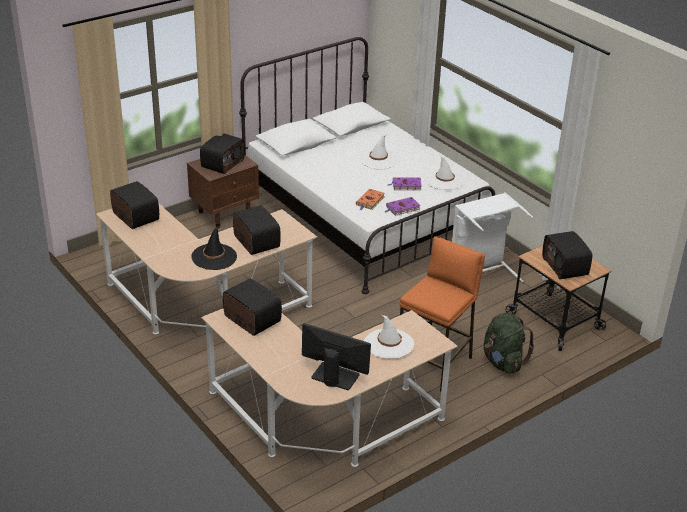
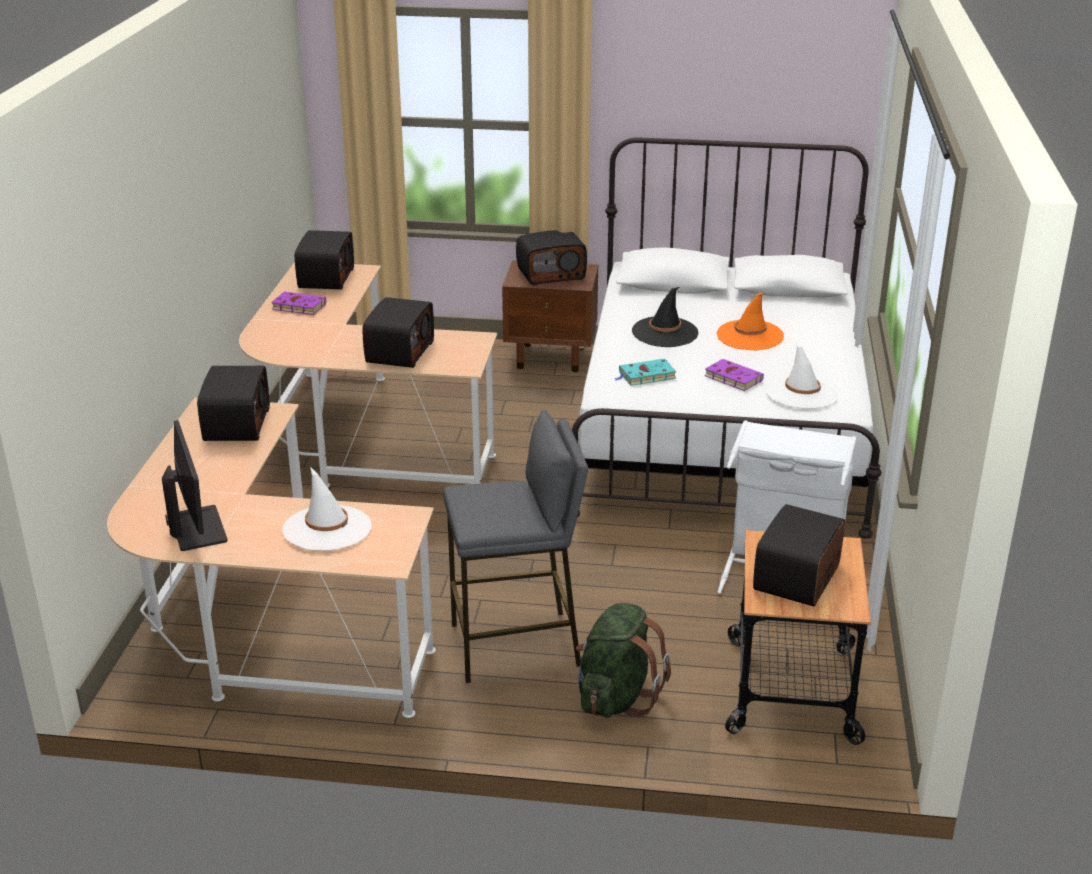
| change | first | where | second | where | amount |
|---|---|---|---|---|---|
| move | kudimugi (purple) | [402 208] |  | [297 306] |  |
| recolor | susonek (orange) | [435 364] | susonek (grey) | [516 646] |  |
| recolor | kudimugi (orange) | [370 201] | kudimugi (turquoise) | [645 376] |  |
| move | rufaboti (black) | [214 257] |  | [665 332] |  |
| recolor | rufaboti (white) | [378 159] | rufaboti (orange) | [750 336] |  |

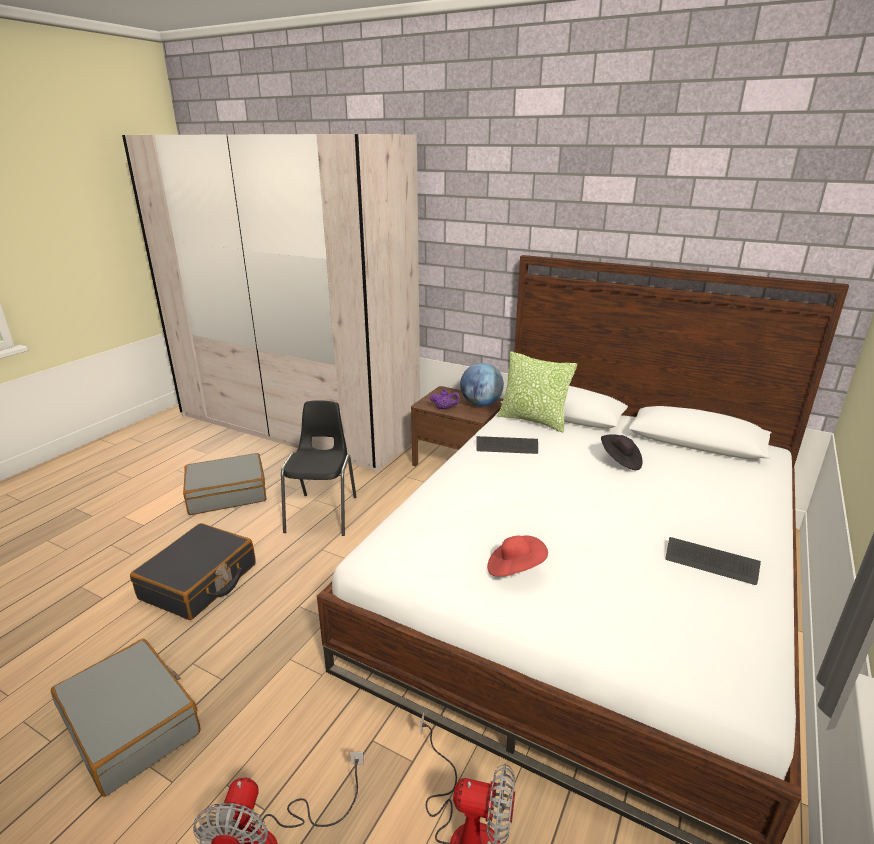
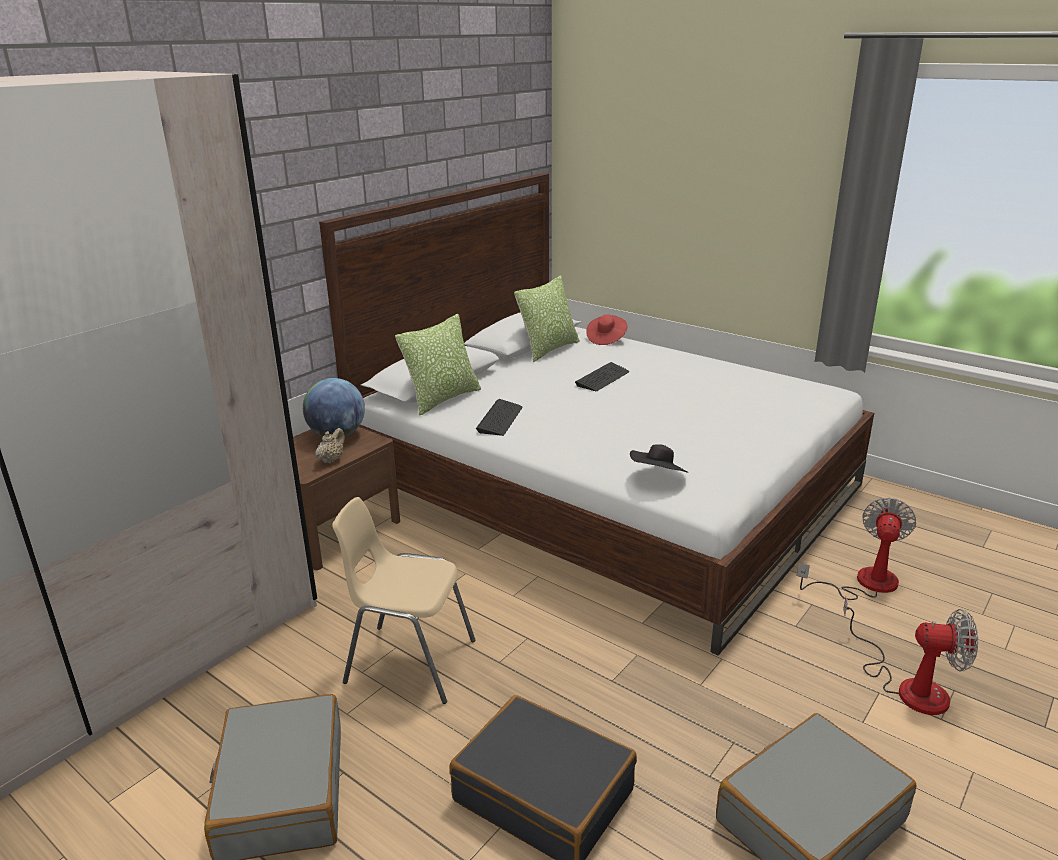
| change | first | where | second | where | amount |
|---|---|---|---|---|---|
| recolor | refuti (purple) | [444 408] | refuti (beige) | [331 459] |  |
| recolor | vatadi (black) | [323 514] | vatadi (beige) | [409 661] |  |
| insert |  |  | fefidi | [548 349] |  |
| move | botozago | [711 562] |  | [602 378] |  |
| move | rufaboti (red) | [515 568] |  | [606 339] |  |
| move | rufaboti (black) | [620 461] |  | [658 476] |  |

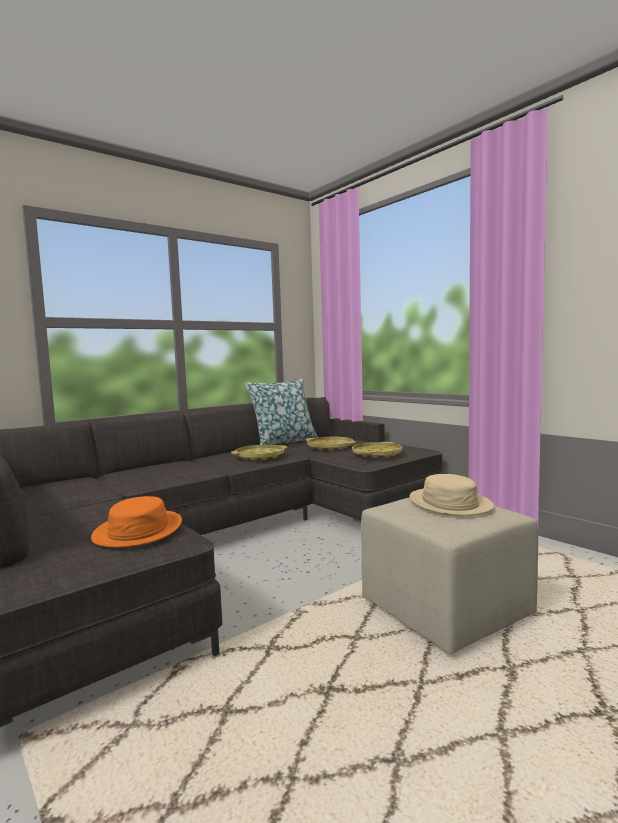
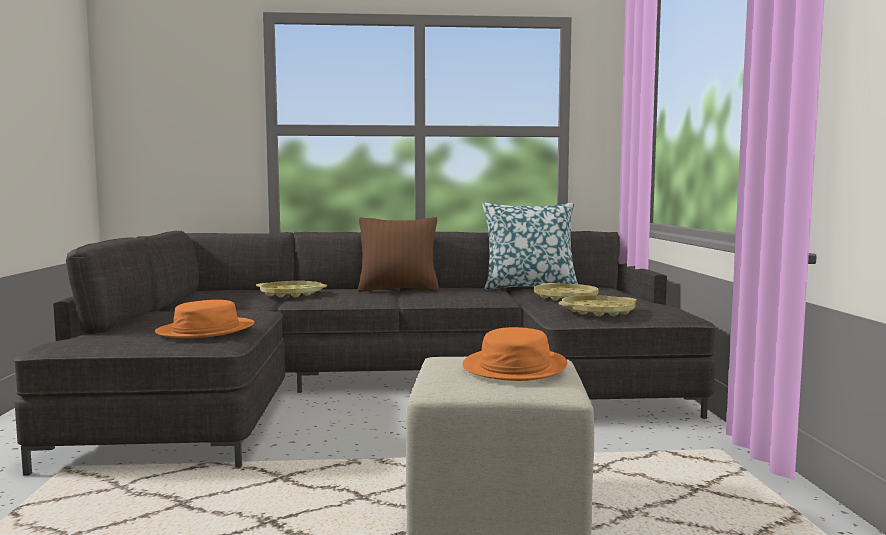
| change | first | where | second | where | amount |
|---|---|---|---|---|---|
| move | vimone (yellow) | [260 456] |  | [291 294] |  |
| insert |  |  | fefidi (brown) | [398 290] |  |
| recolor | rufaboti (beige) | [449 503] | rufaboti (orange) | [514 366] |  |

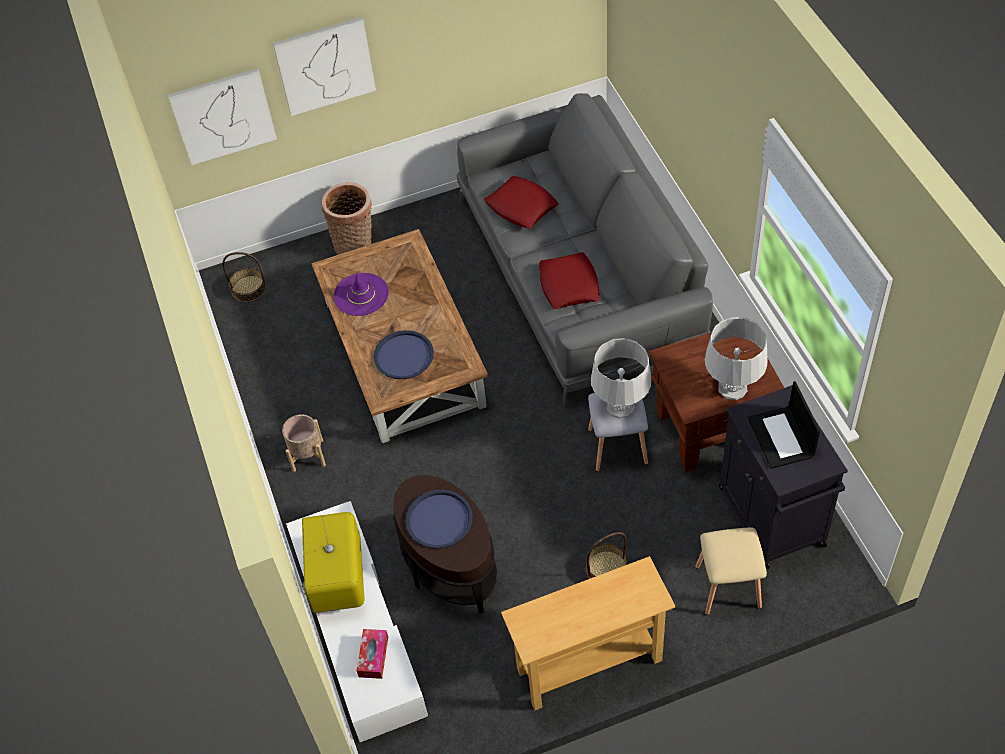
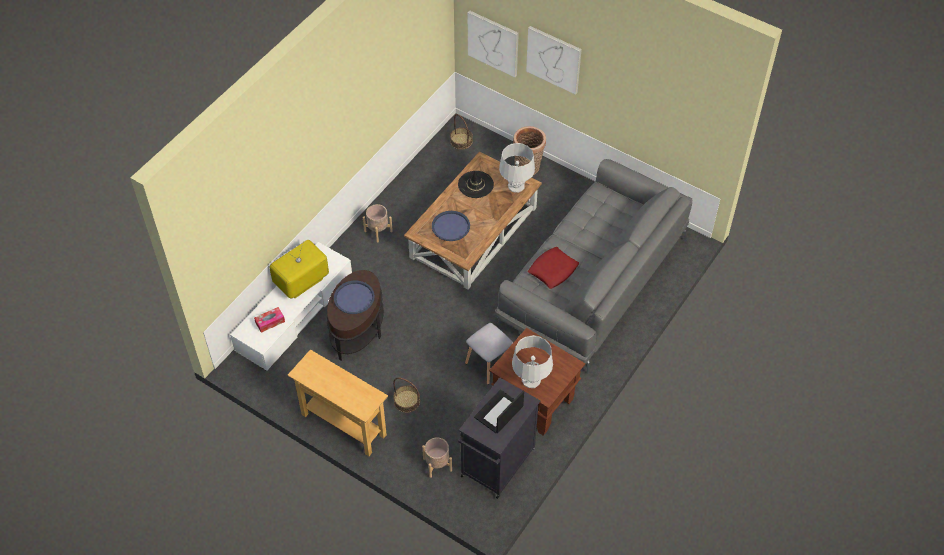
| change | first | where | second | where | amount |
|---|---|---|---|---|---|
| replace | susonek (beige) | [729 586] | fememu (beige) | [437 464] |  |
| recolor | rufaboti (purple) | [361 294] | rufaboti (black) | [475 184] |  |
| move | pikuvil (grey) | [620 406] |  | [516 186] |  |
| delete | fefidi (red) | [521 207] |  |  |  |

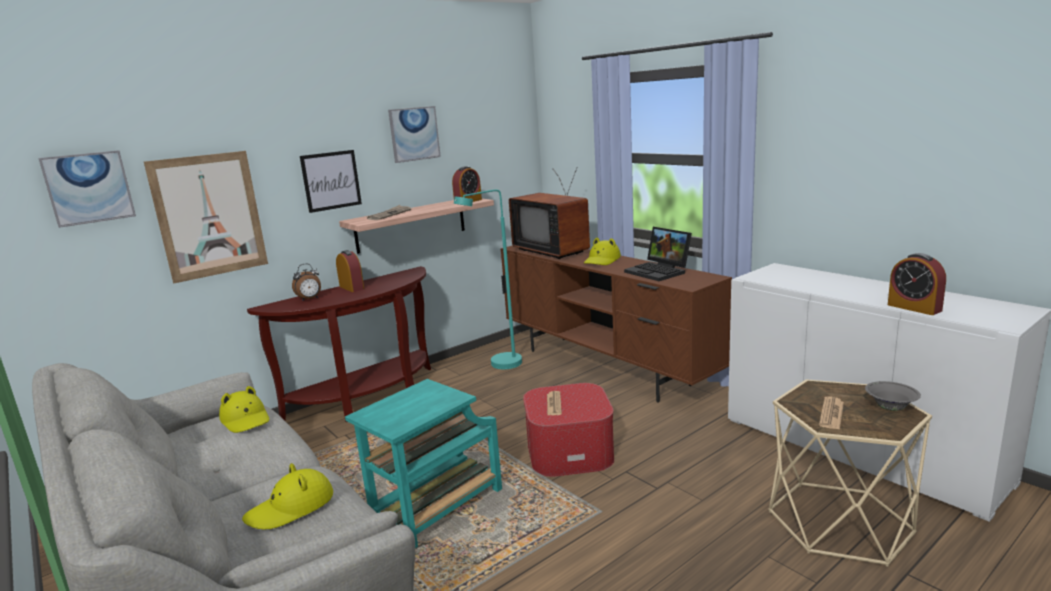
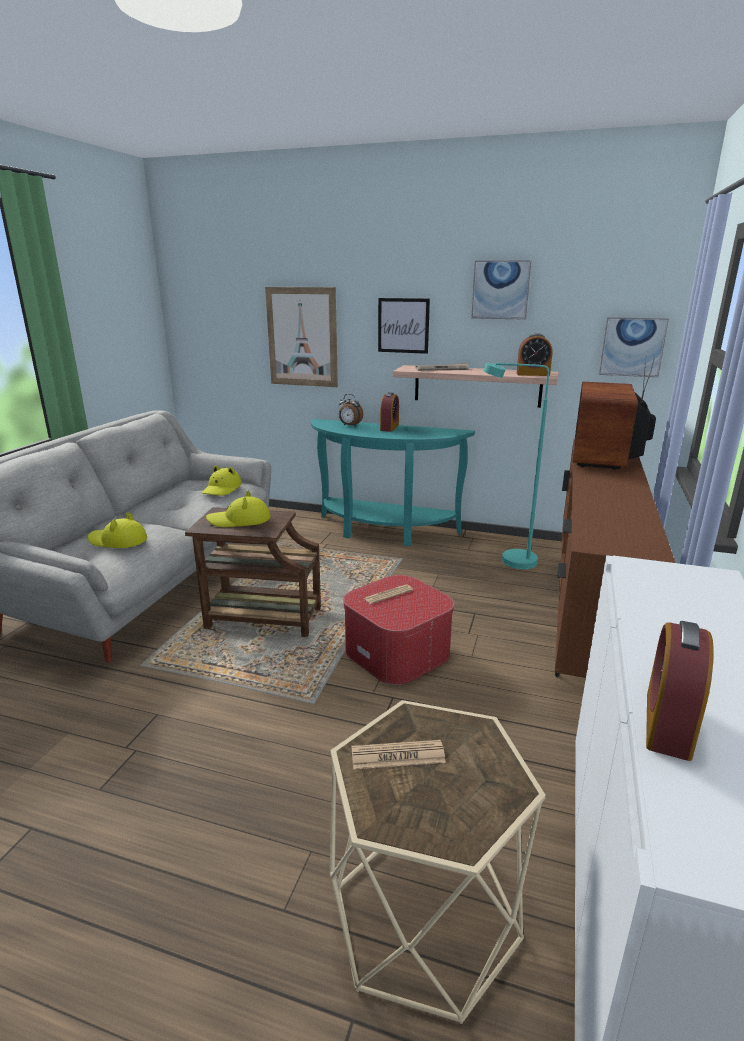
| change | first | where | second | where | amount |
|---|---|---|---|---|---|
| recolor | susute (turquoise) | [435 509] | susute (brown) | [260 618] |  |
| move | rufaboti (yellow) | [602 260] |  | [239 520] |  |
| recolor | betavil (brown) | [369 399] | betavil (turquoise) | [383 531] |  |
| move | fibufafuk | [89 188] |  | [632 347] |  |
| delete | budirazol | [659 272] |  |  |  |
| delete | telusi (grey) | [890 408] |  |  |  |

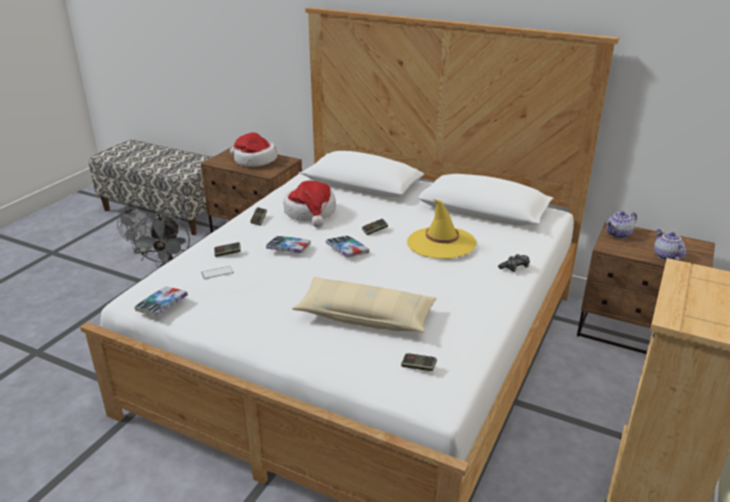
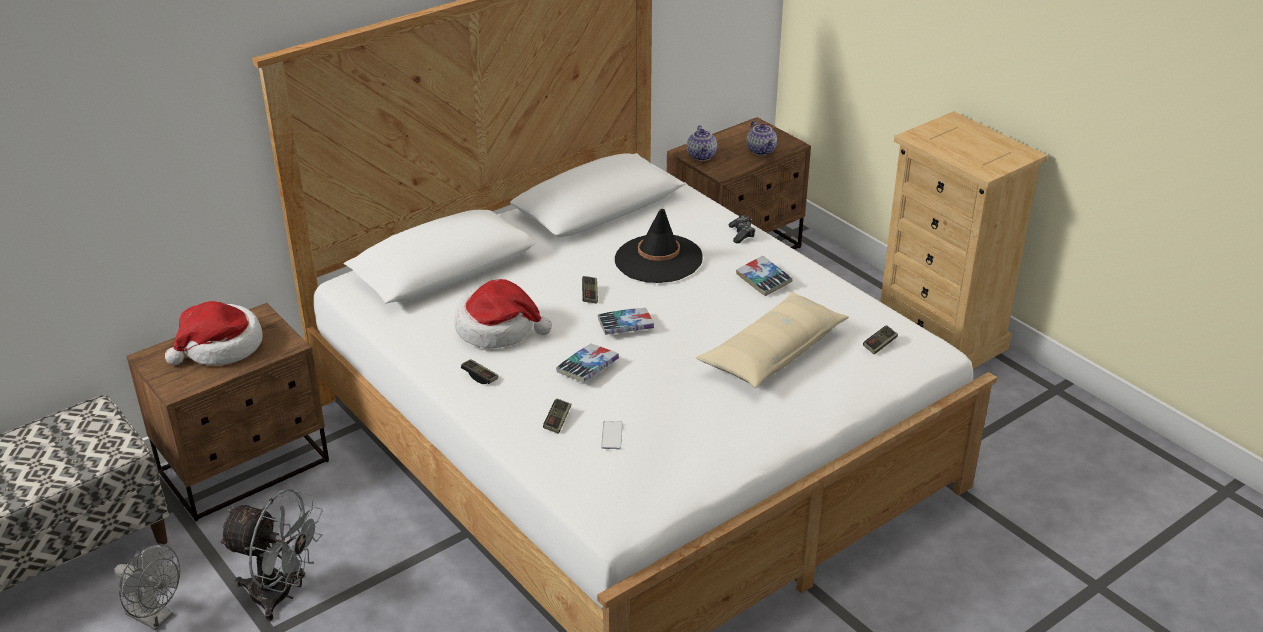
| change | first | where | second | where | amount |
|---|---|---|---|---|---|
| recolor | rufaboti (yellow) | [441 243] | rufaboti (black) | [658 259] |  |
| move | kudimugi | [162 305] |  | [763 280] |  |
| rotate | refuti | [665 256] |  | [762 151] | 120 degrees counterclockwise |

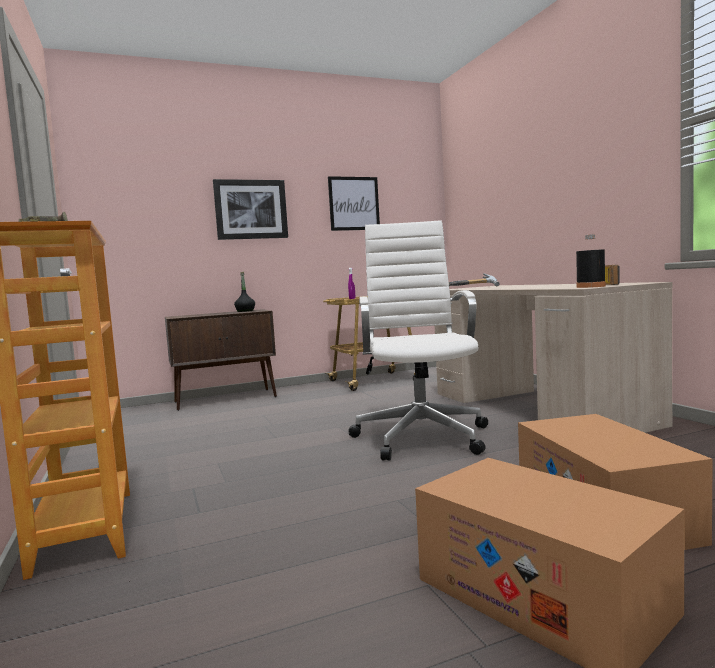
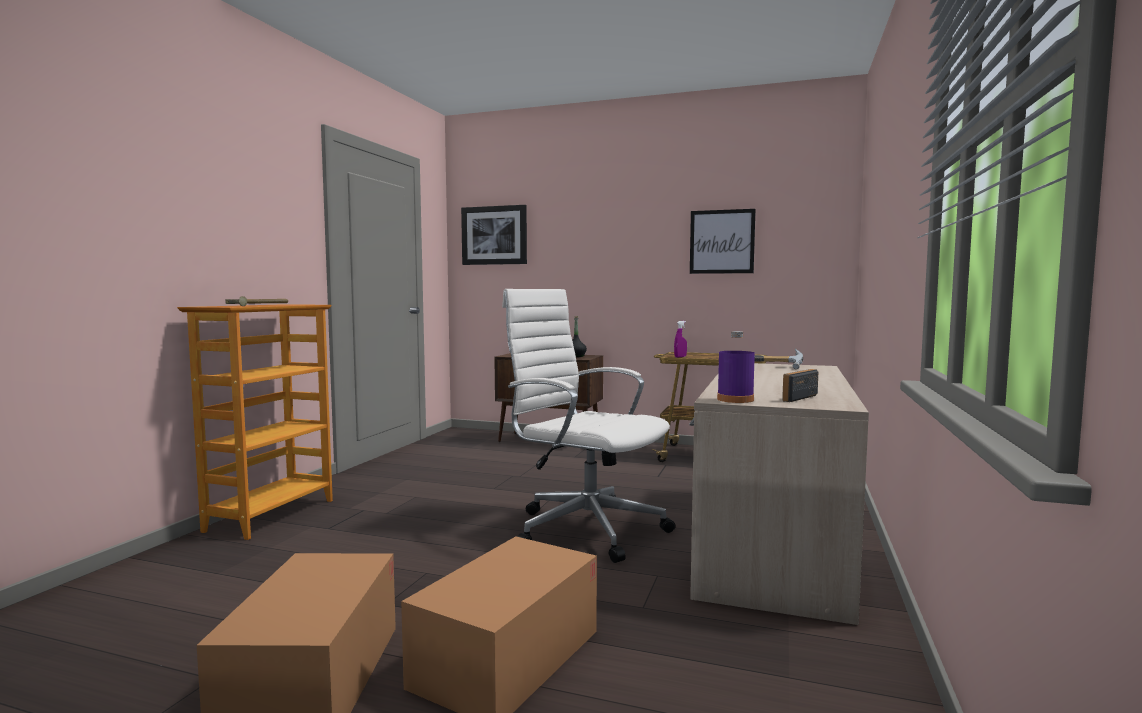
| change | first | where | second | where | amount |
|---|---|---|---|---|---|
| move | fibufafuk | [251 209] |  | [494 235] |  |
| rotate | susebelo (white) | [421 436] |  | [585 528] | 90 degrees counterclockwise |
| recolor | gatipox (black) | [590 286] | gatipox (purple) | [735 399] |  |

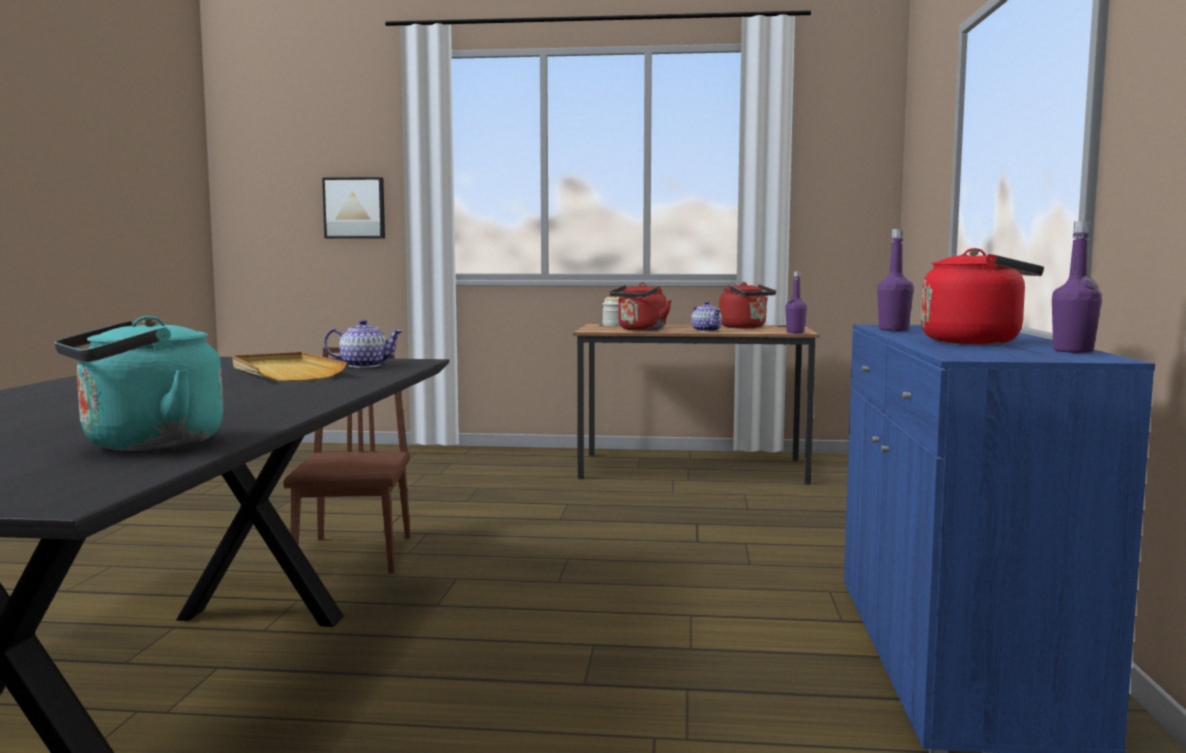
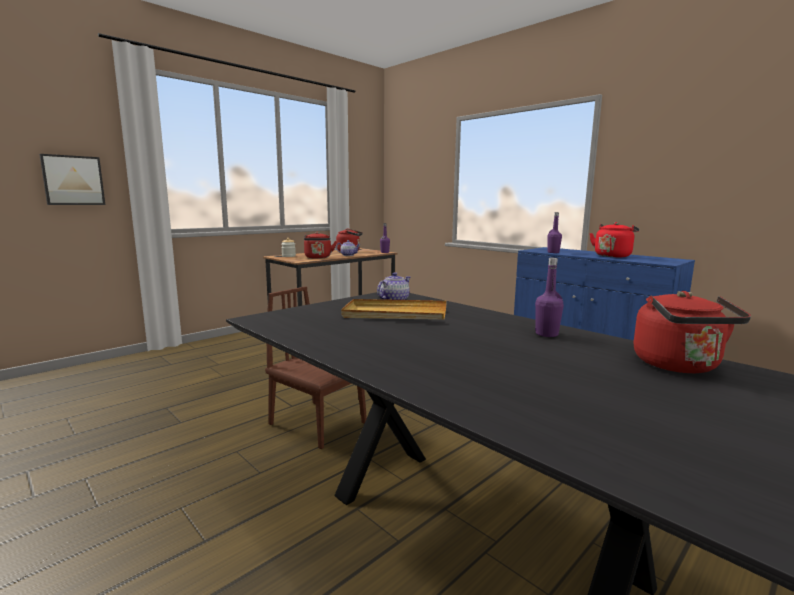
| change | first | where | second | where | amount |
|---|---|---|---|---|---|
| move | gatipox (purple) | [1073 351] |  | [546 334] |  |
| recolor | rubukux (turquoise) | [145 445] | rubukux (red) | [679 366] |  |

